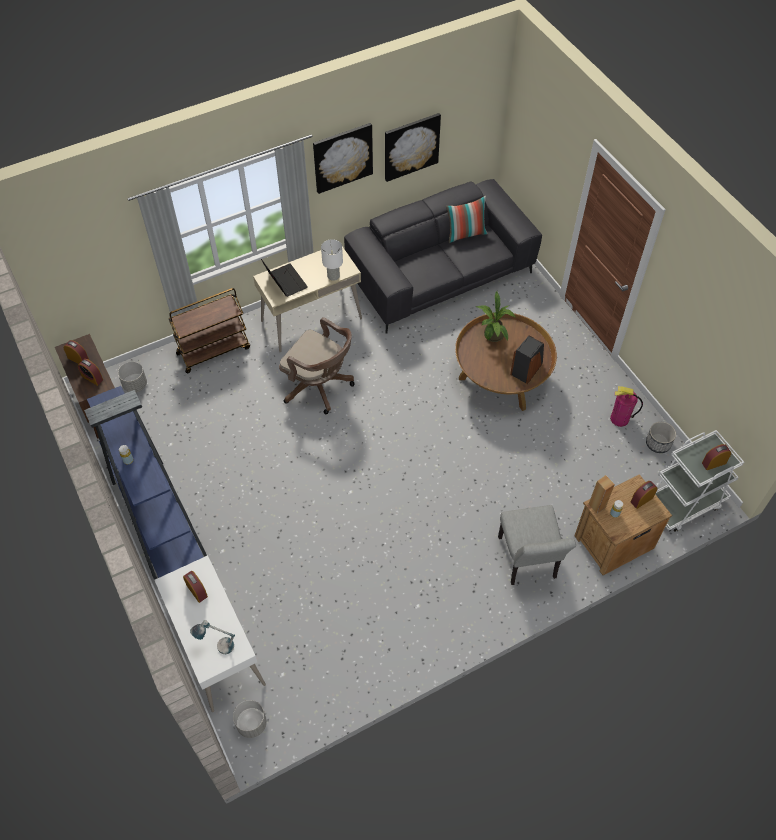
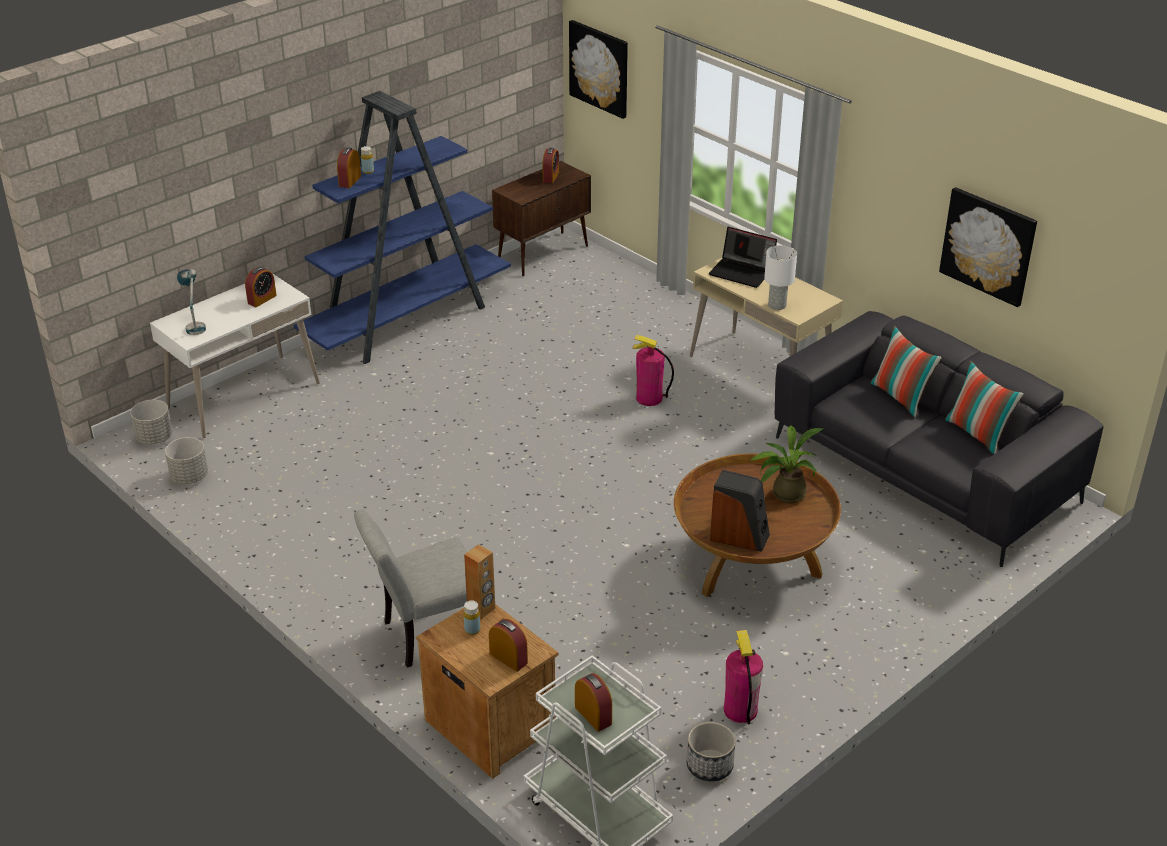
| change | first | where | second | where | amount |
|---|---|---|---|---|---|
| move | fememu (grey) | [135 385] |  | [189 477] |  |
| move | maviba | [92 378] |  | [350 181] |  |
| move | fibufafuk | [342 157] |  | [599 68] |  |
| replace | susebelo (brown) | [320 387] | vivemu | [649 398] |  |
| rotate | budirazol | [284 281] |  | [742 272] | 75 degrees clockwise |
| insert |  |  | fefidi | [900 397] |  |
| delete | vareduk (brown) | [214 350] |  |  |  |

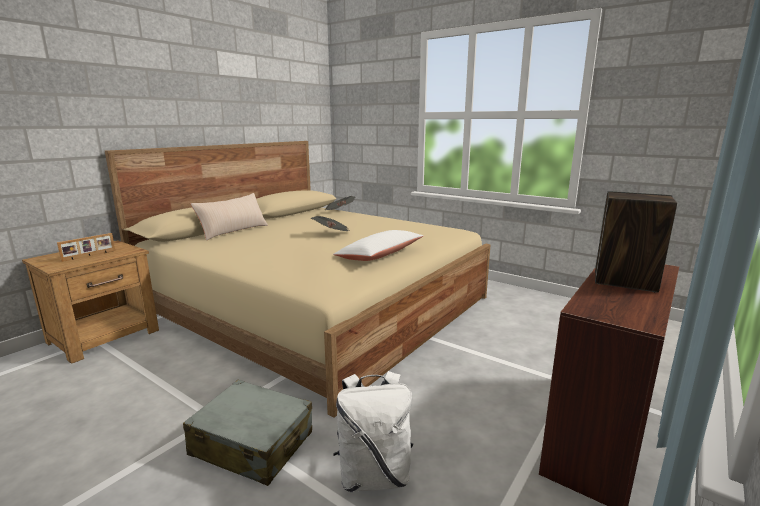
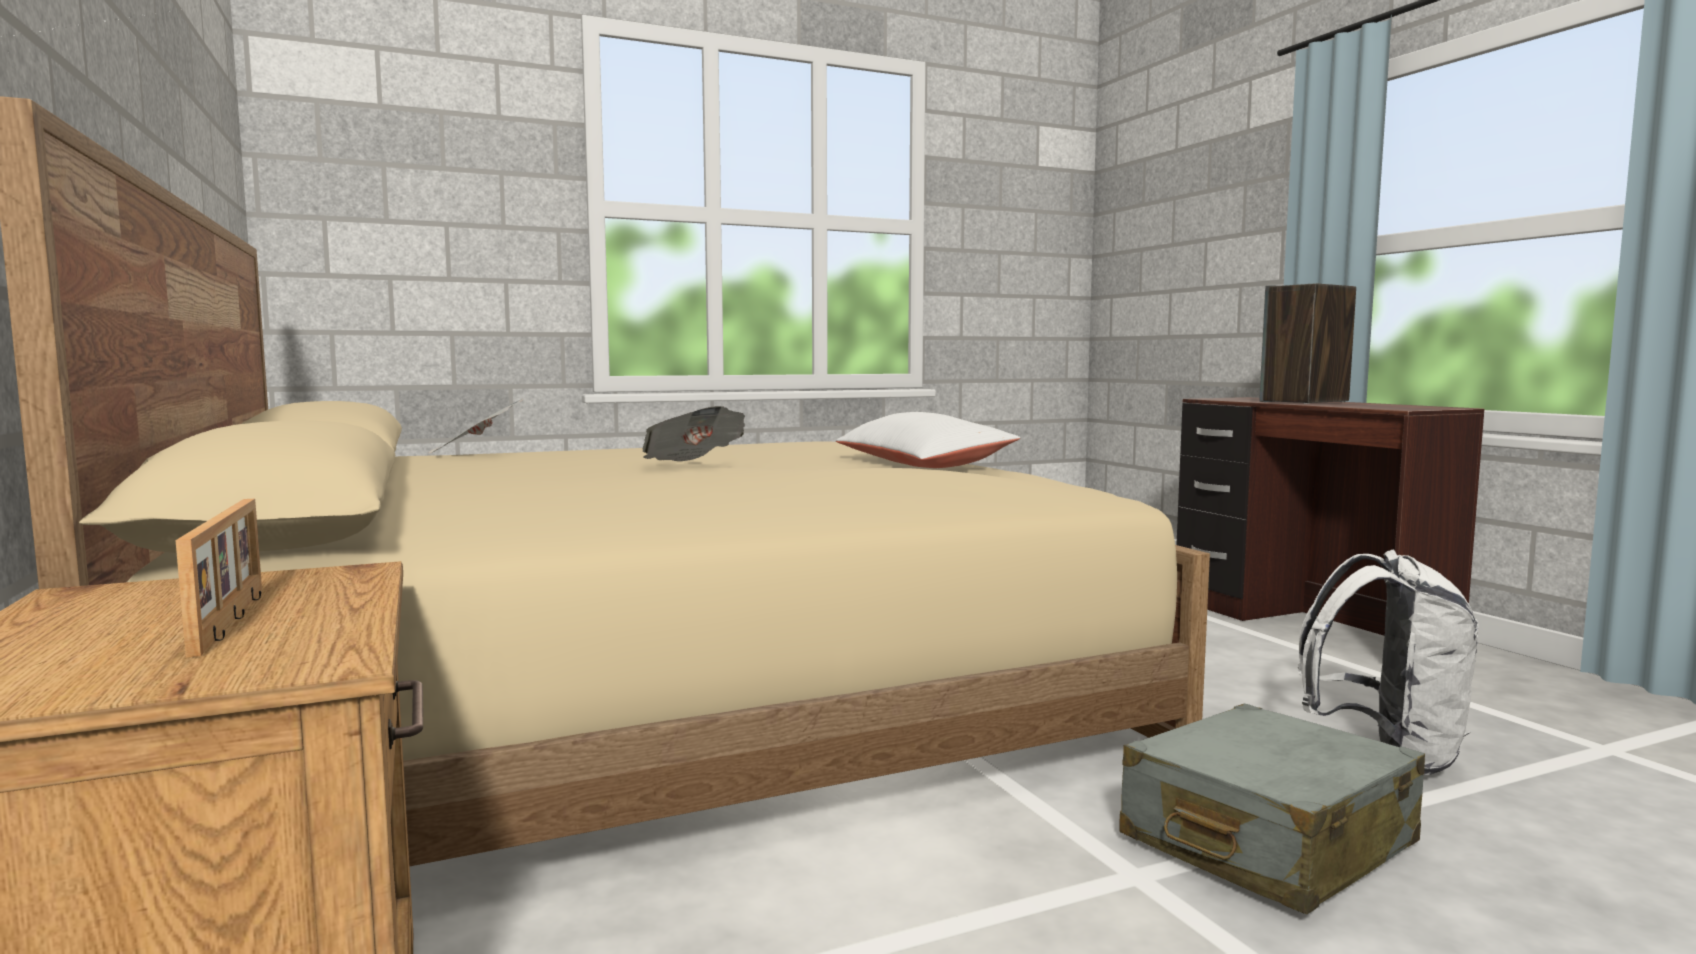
| change | first | where | second | where | amount |
|---|---|---|---|---|---|
| delete | fefidi (beige) | [233 231] |  |  |  |

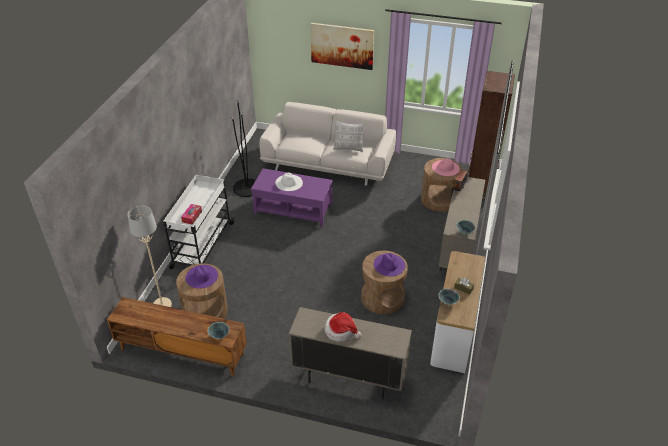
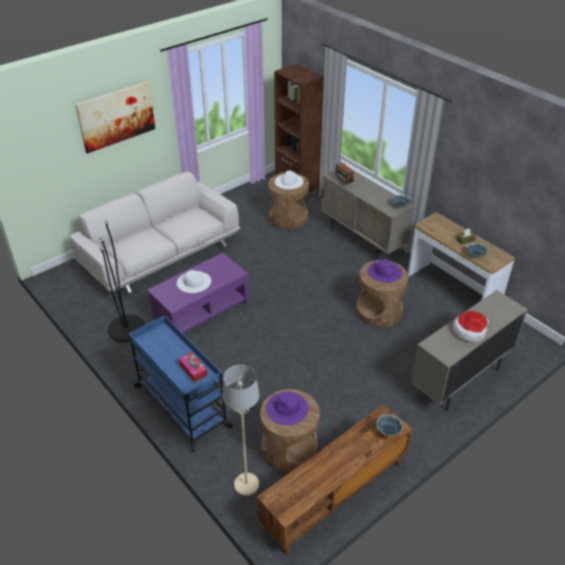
| change | first | where | second | where | amount |
|---|---|---|---|---|---|
| recolor | vareduk (white) | [202 246] | vareduk (blue) | [183 407] |  |
| recolor | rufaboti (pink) | [445 168] | rufaboti (white) | [289 181] |  |
| delete | fefidi | [348 148] |  |  |  |

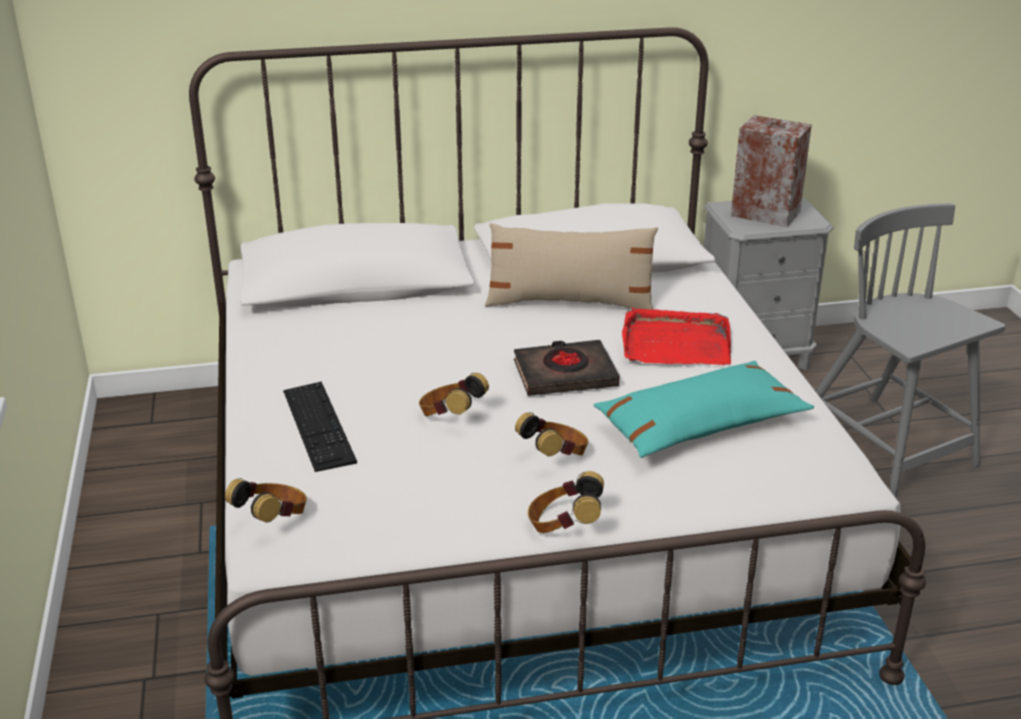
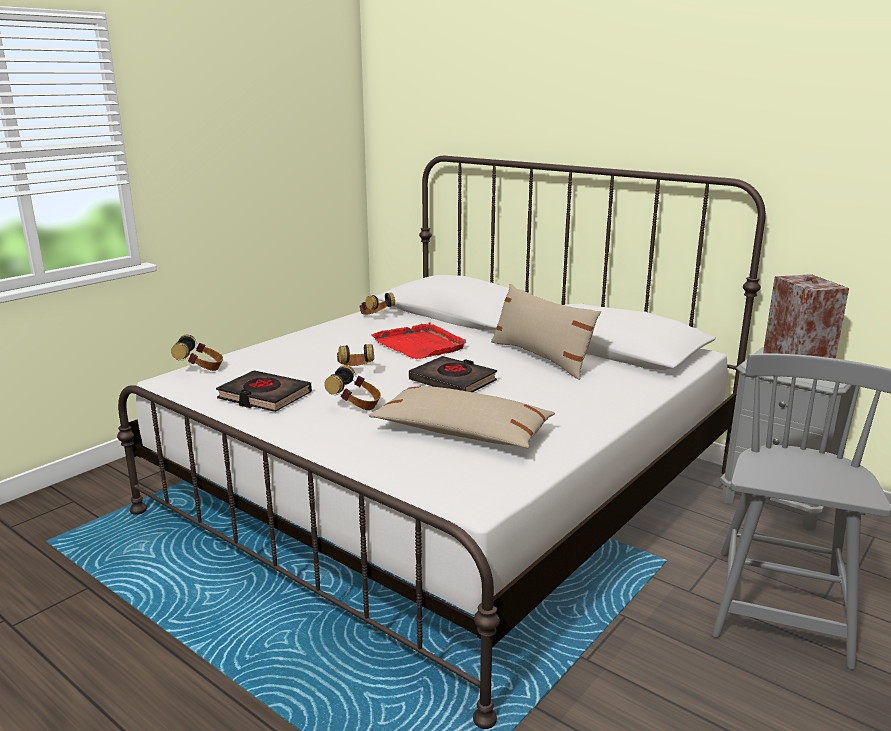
| change | first | where | second | where | amount |
|---|---|---|---|---|---|
| insert |  |  | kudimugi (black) | [264 396] |  |
| move | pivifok | [564 526] |  | [376 317] |  |
| recolor | fefidi (turquoise) | [700 425] | fefidi (beige) | [462 432] |  |
| move | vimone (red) | [675 343] |  | [420 345] |  |
| delete | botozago | [318 425] |  |  |  |

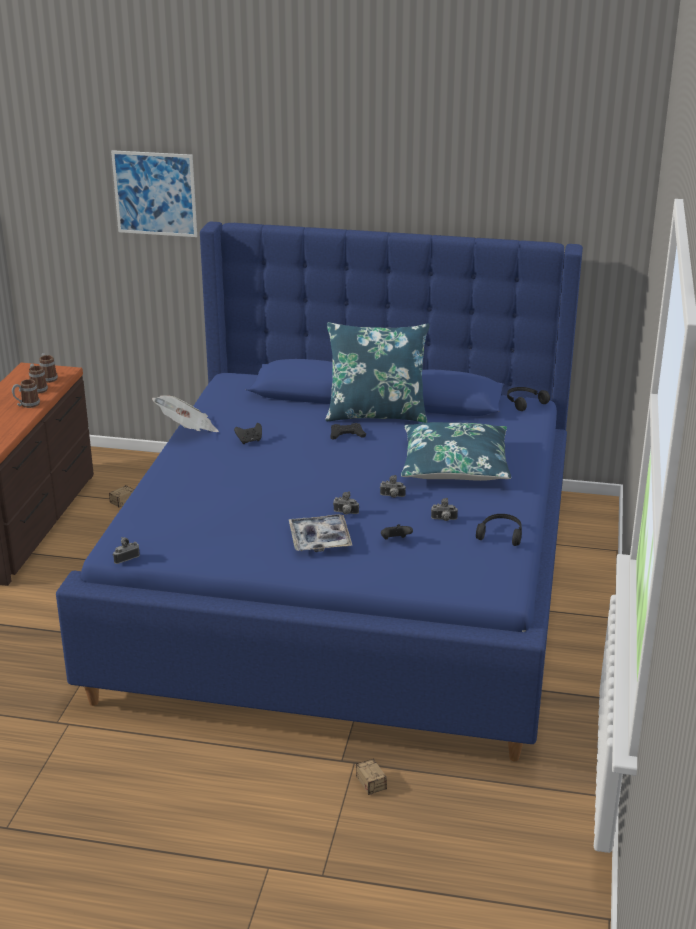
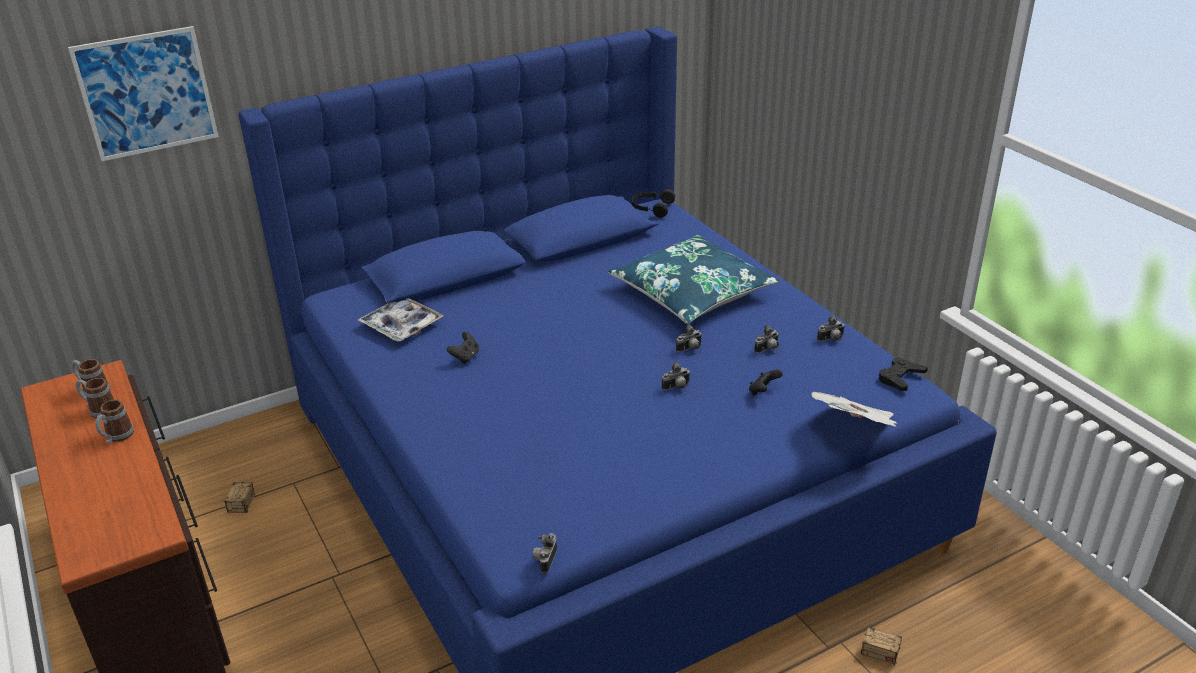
| change | first | where | second | where | amount |
|---|---|---|---|---|---|
| move | vimone | [320 539] |  | [401 325] |  |
| move | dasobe | [187 429] |  | [855 427] |  |
| replace | pivifok (black) | [501 534] | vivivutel | [831 339] |  |
| move | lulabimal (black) | [346 435] |  | [900 378] |  |
| delete | fefidi (blue) | [376 414] |  |  |  |

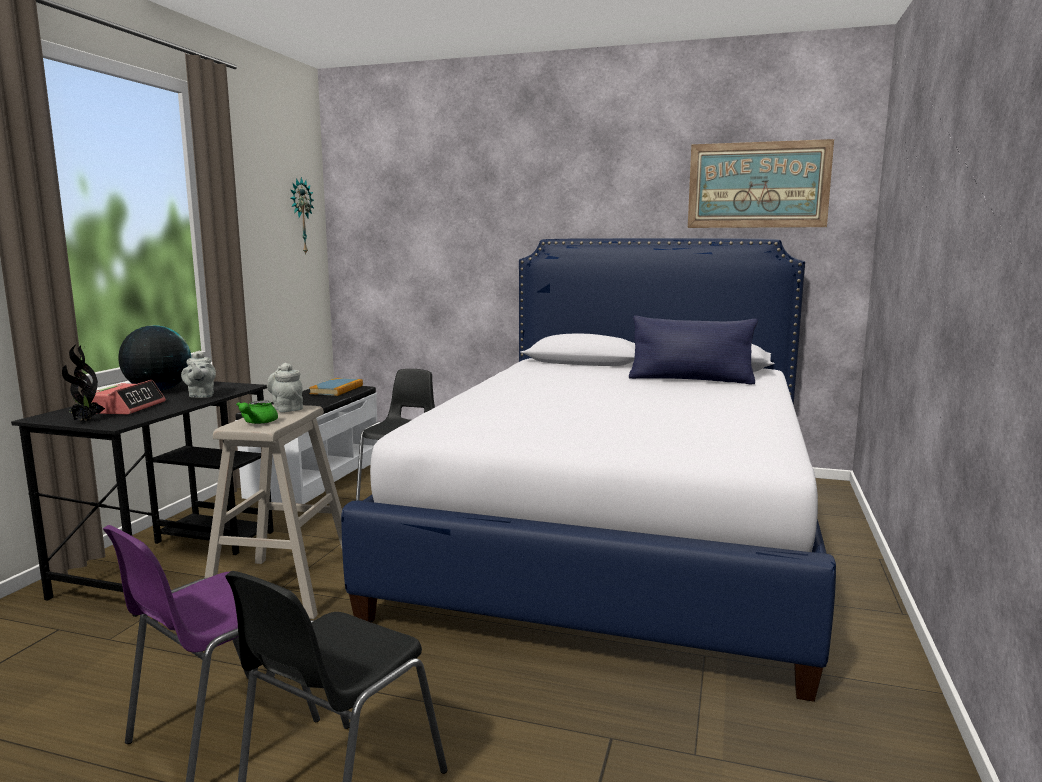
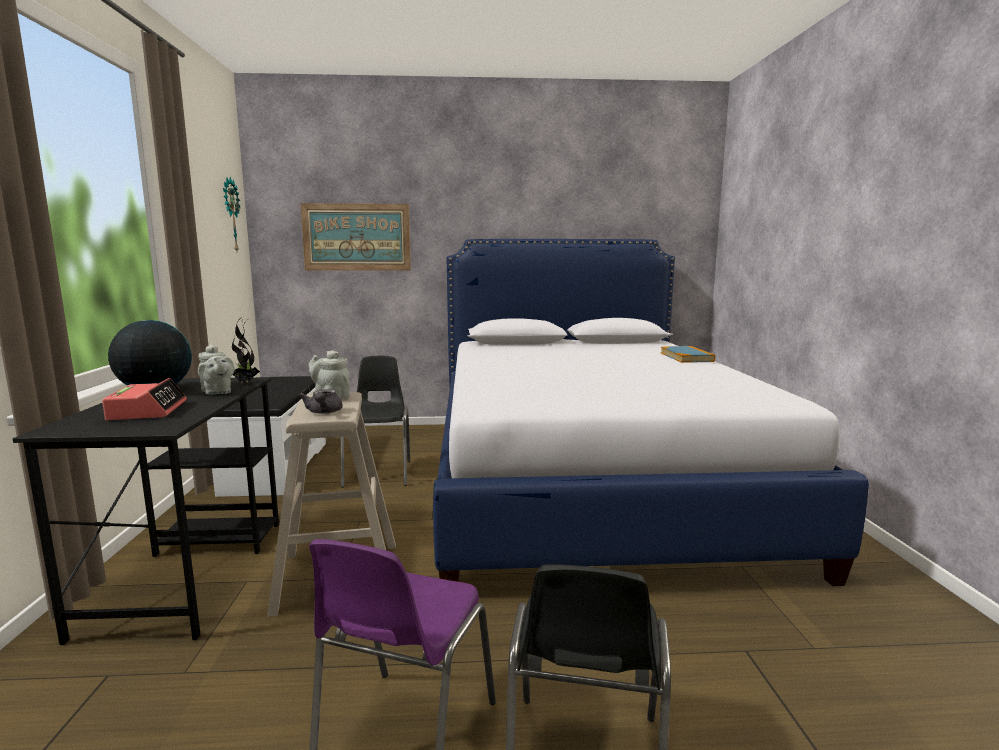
| change | first | where | second | where | amount |
|---|---|---|---|---|---|
| move | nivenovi | [85 421] |  | [245 383] |  |
| recolor | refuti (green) | [257 423] | refuti (grey) | [323 412] |  |
| move | fibufafuk | [758 185] |  | [356 237] |  |
| move | kudimugi | [337 389] |  | [686 357] |  |
| delete | fefidi (blue) | [690 380] |  |  |  |

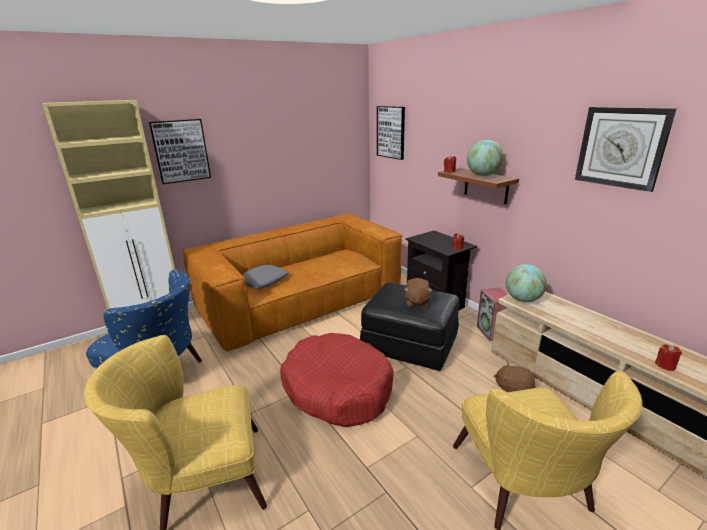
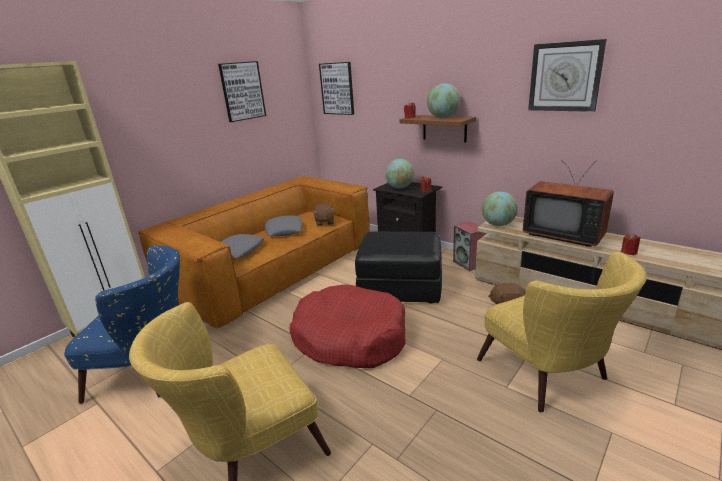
| change | first | where | second | where | amount |
|---|---|---|---|---|---|
| move | fibufafuk | [181 151] |  | [242 91] |  |
| insert |  |  | fefidi (grey) | [284 230] |  |
| move | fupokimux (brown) | [416 302] |  | [324 222] |  |
| insert |  |  | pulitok | [400 187] |  |
| insert |  |  | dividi | [563 235] |  |

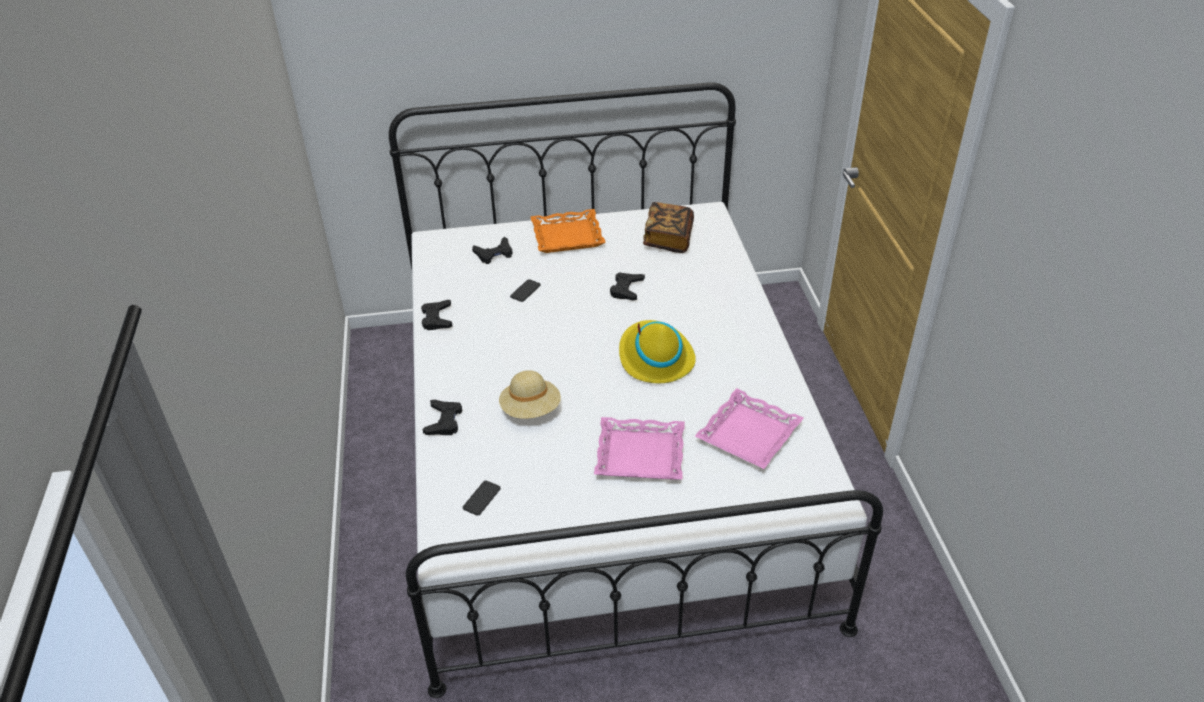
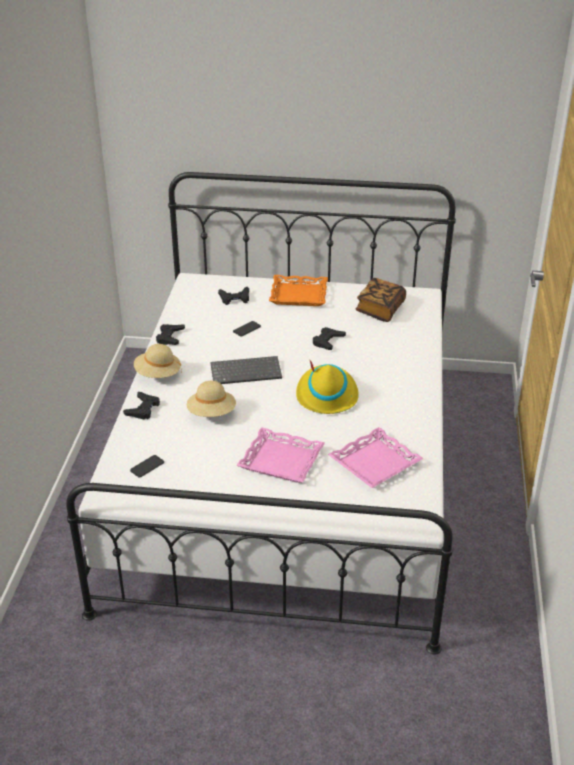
| change | first | where | second | where | amount |
|---|---|---|---|---|---|
| insert |  |  | rufaboti (beige) | [158 374] |  |
| insert |  |  | botozago | [246 371] |  |

